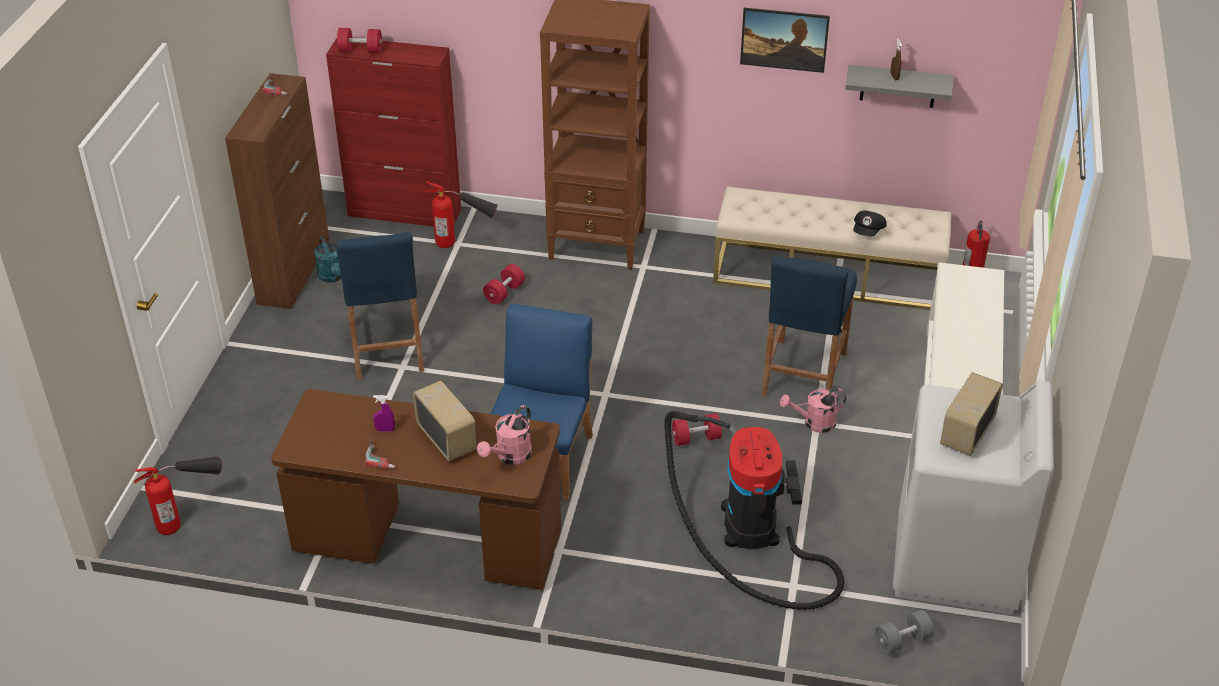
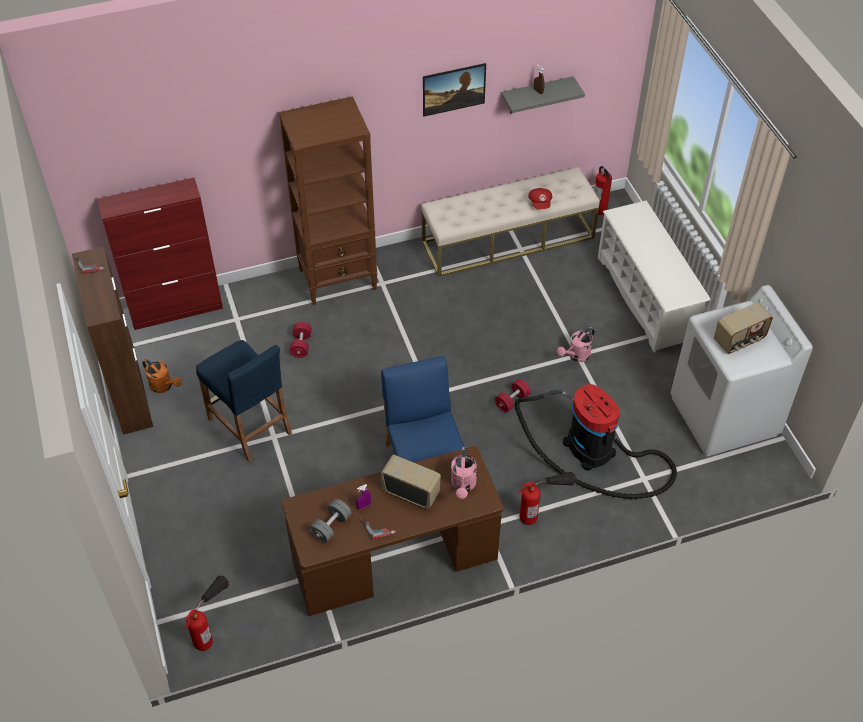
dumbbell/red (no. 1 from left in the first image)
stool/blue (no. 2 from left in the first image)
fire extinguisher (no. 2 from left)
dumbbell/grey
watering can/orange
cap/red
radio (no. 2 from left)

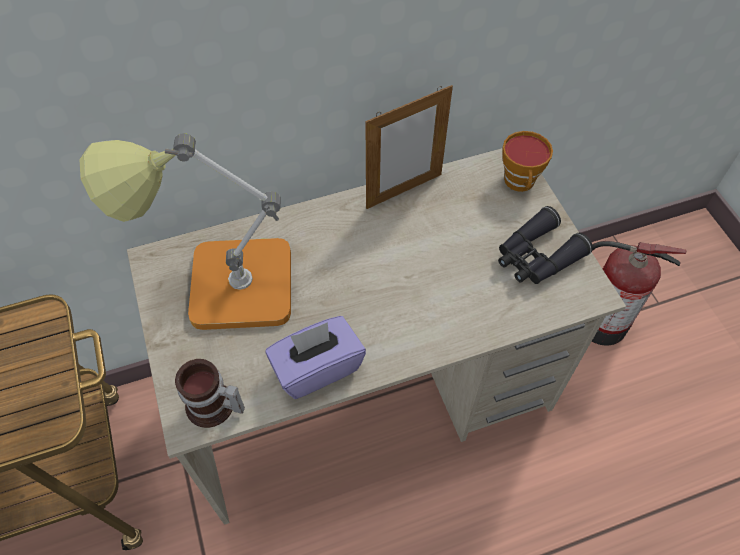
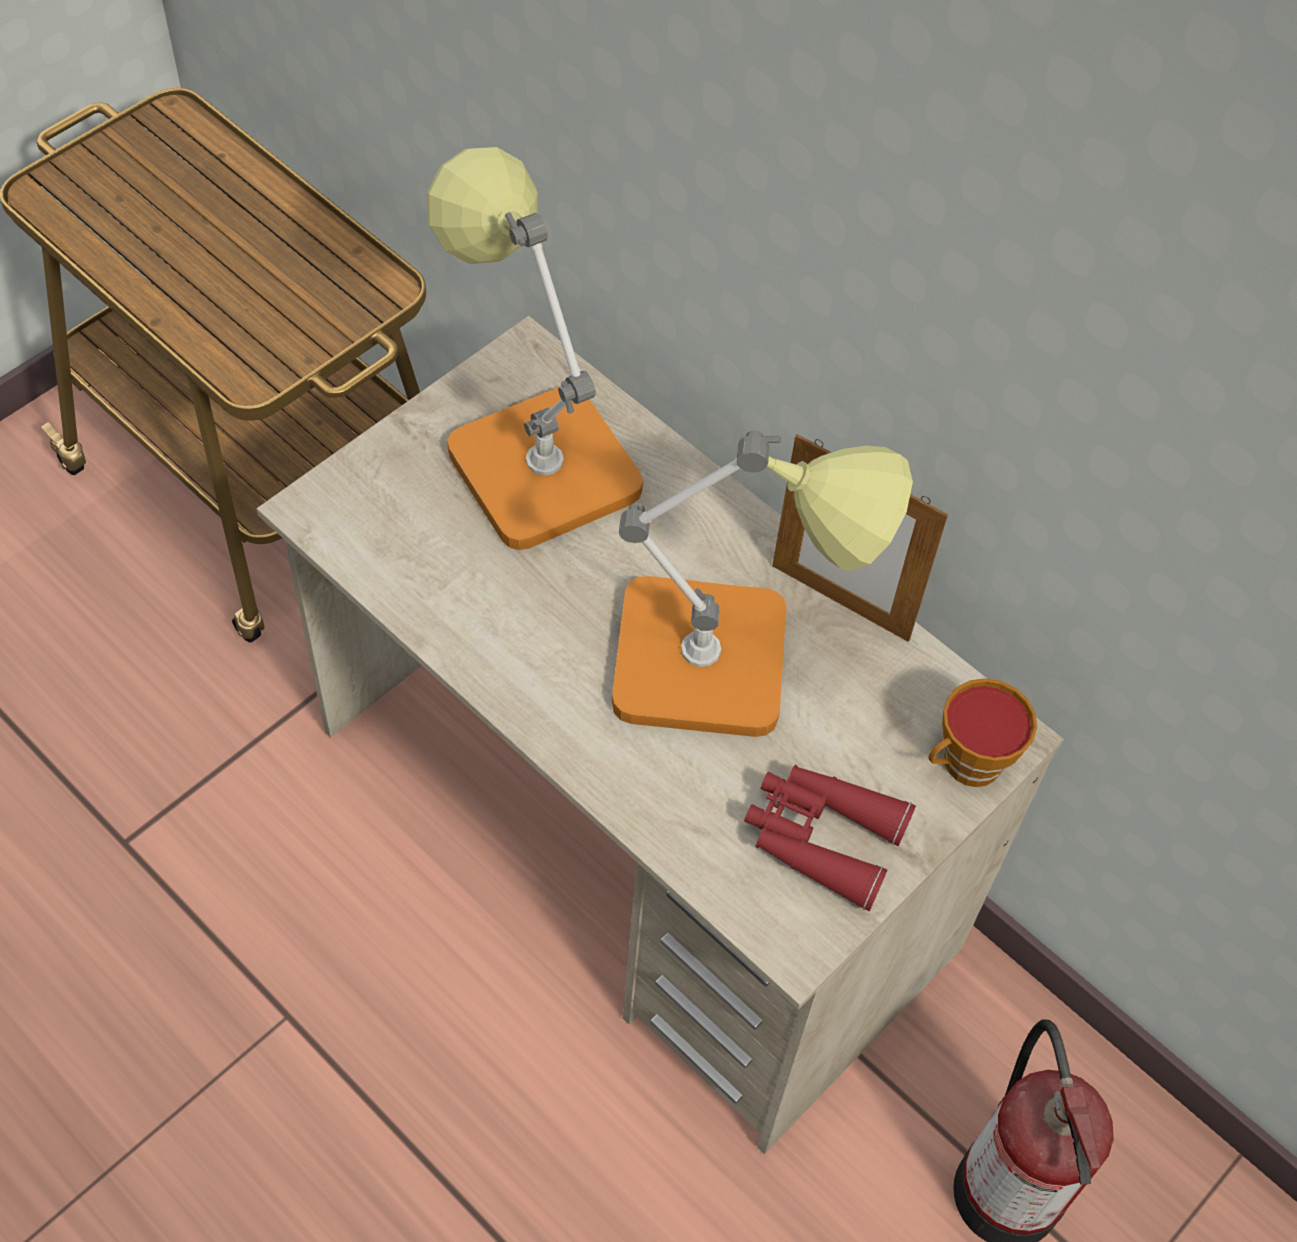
mug
tissue box/purple
table lamp (no. 2 from left)
binoculars/red

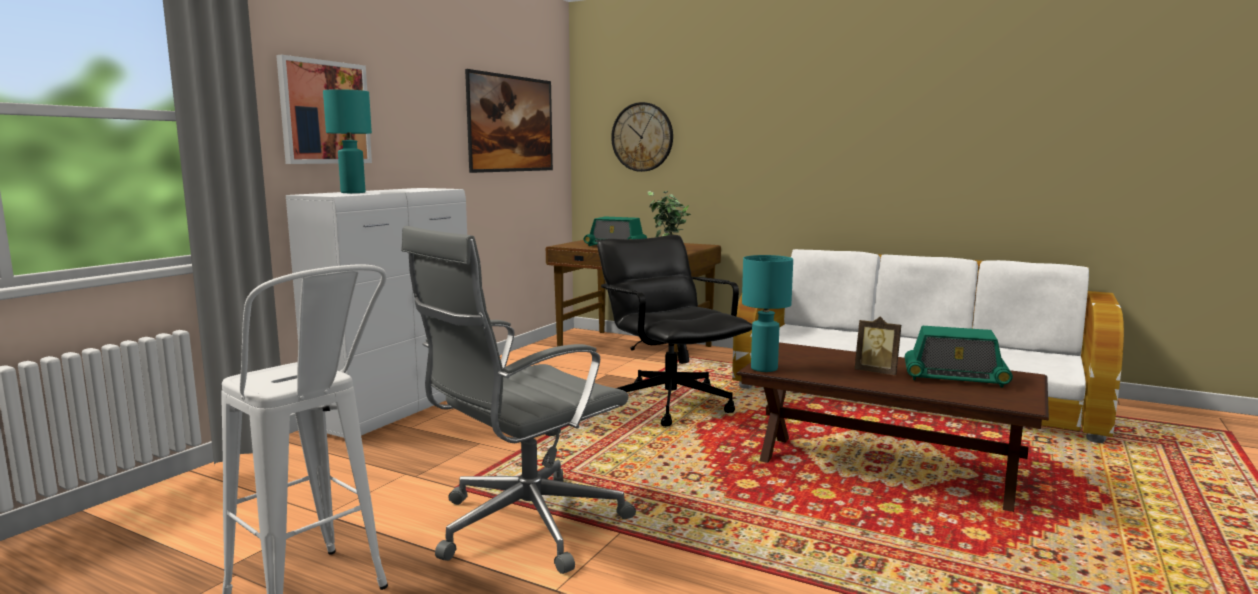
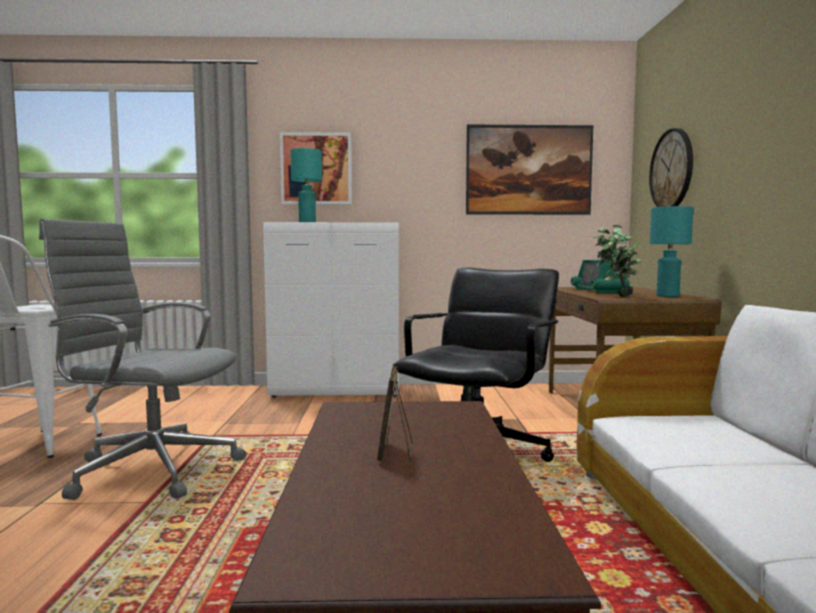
radio (no. 2 from left in the first image)
table lamp/turquoise (no. 2 from left)

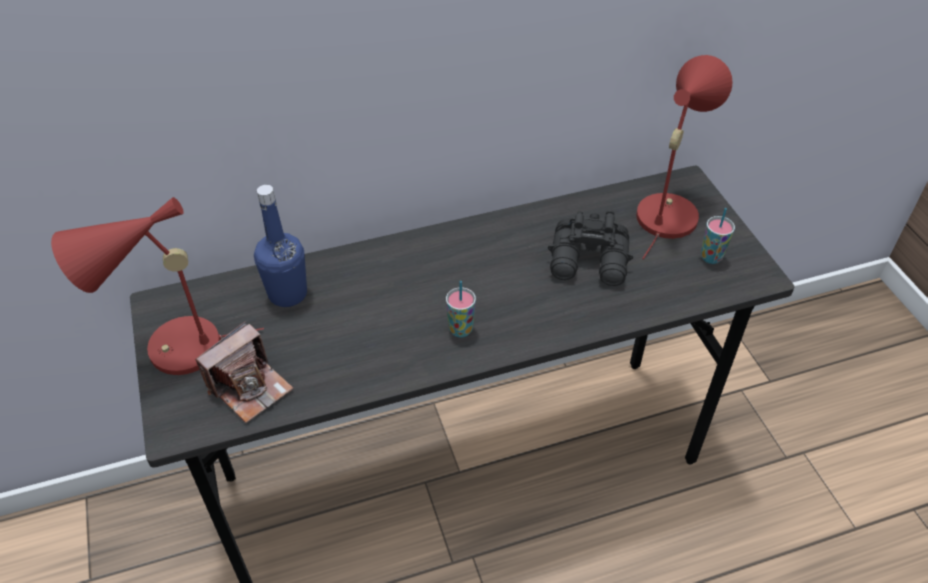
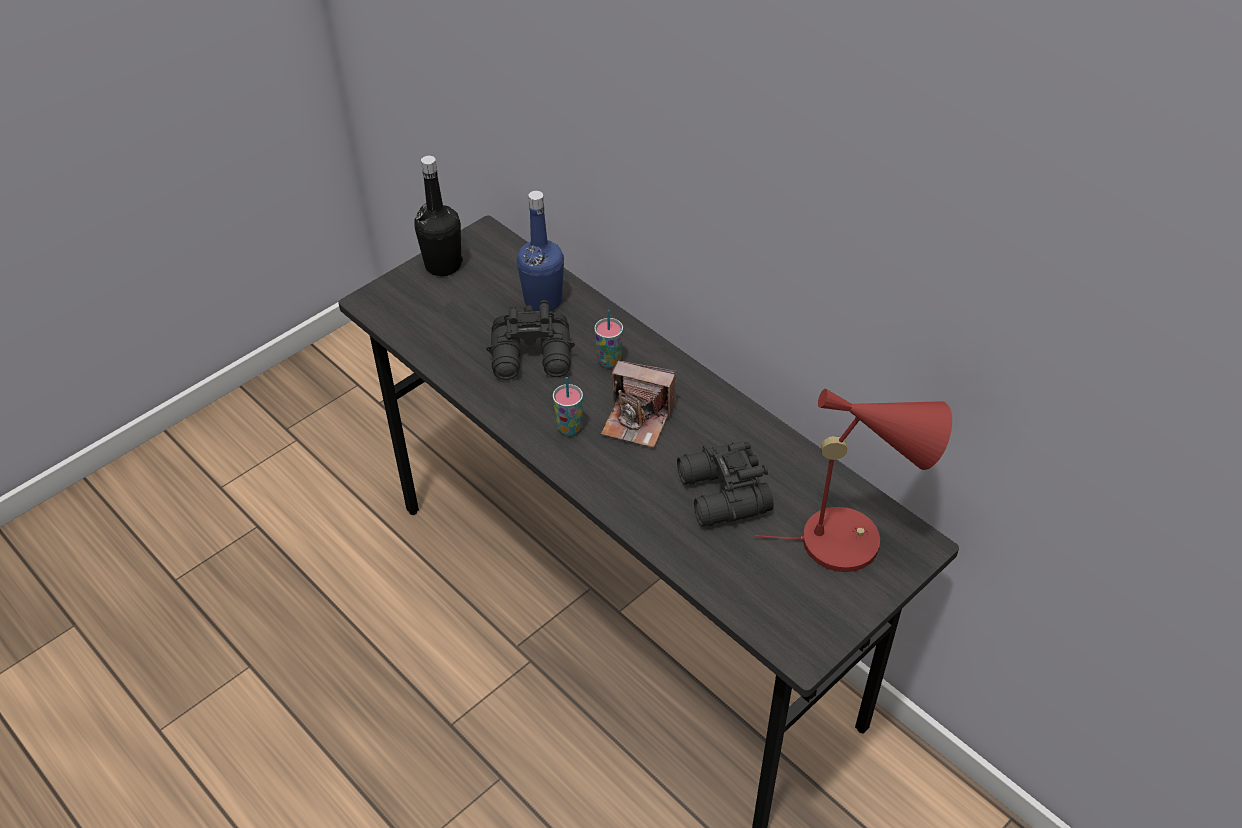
binoculars/black (no. 1 from left)
photo camera
cup (no. 2 from left)
bottle/black

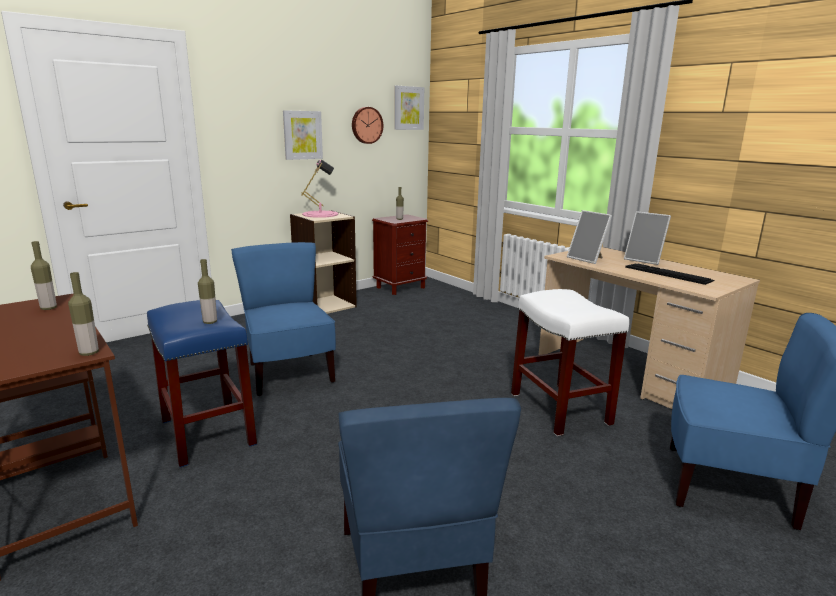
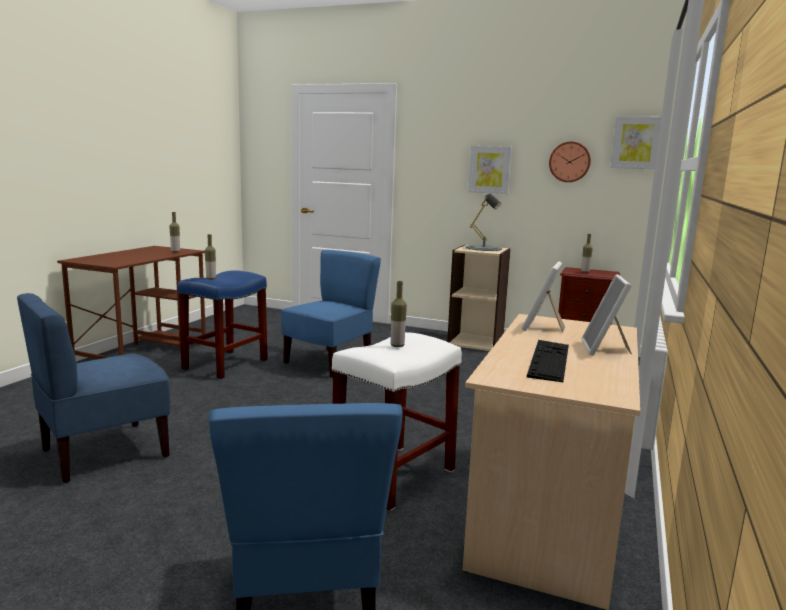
bottle (no. 3 from left)
table lamp/grey

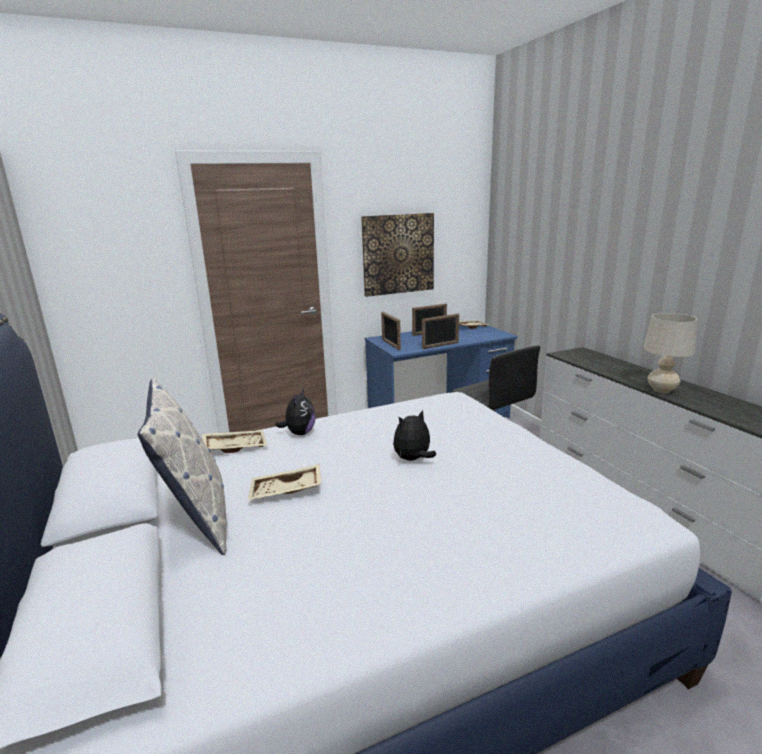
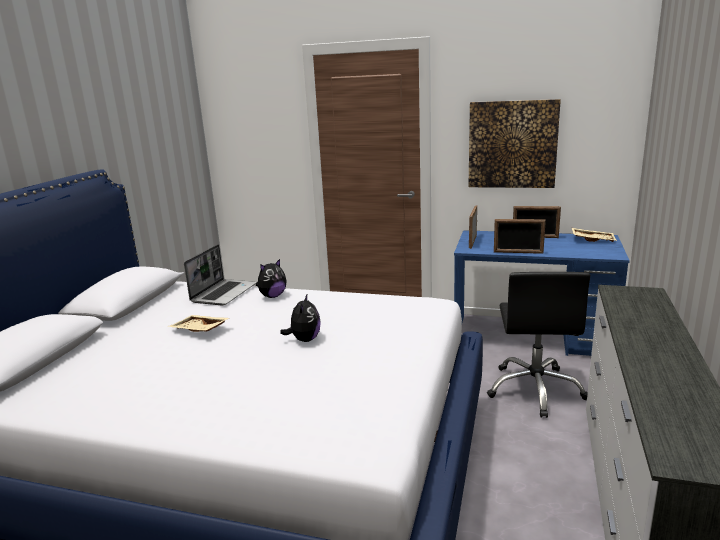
pillow
table lamp/beige
laptop
plush toy (no. 2 from left)

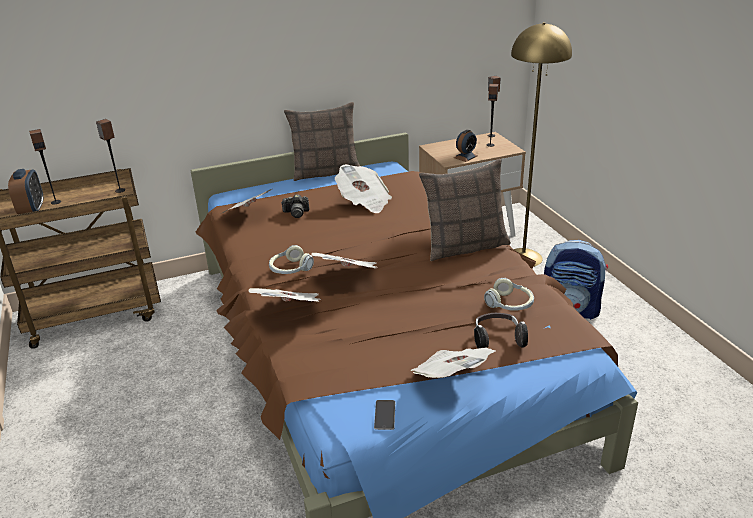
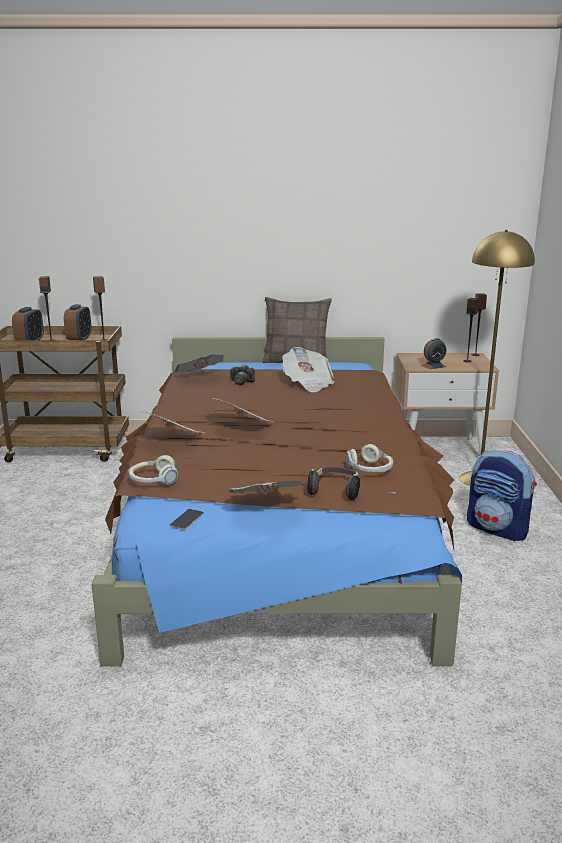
pillow (no. 2 from left in the first image)
alarm clock (no. 2 from left)
headphones (no. 1 from left)

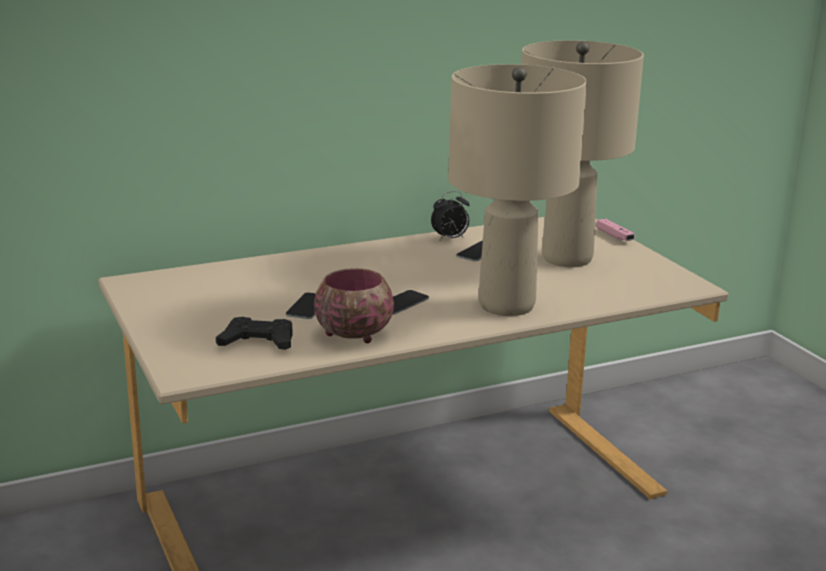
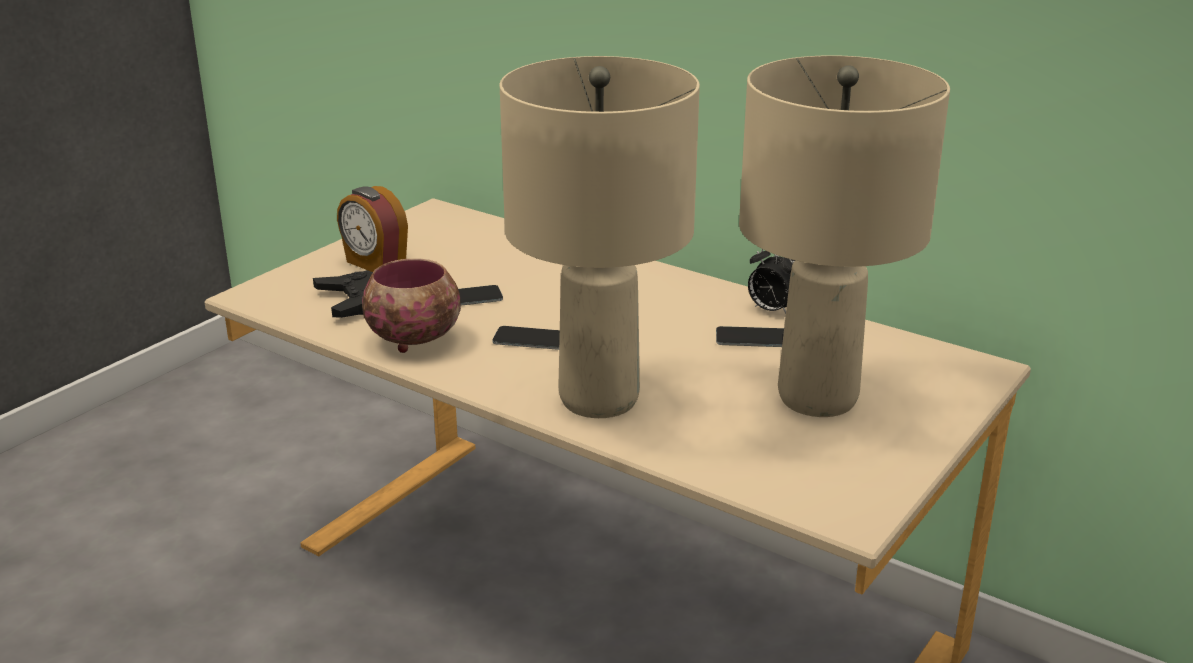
game controller/pink
alarm clock (no. 1 from left)

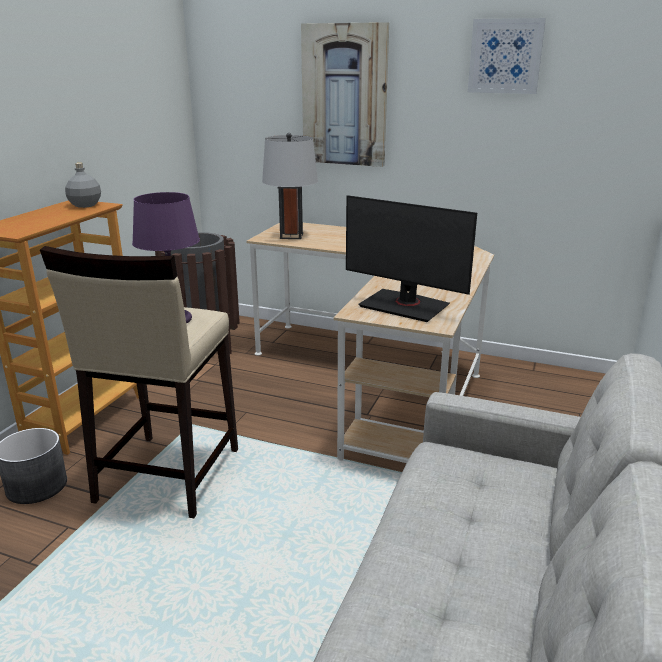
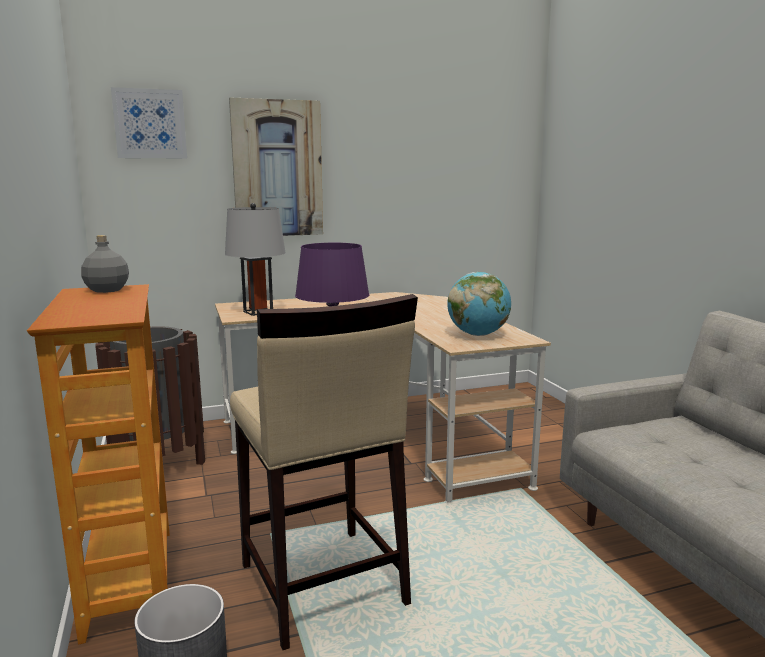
picture (no. 1 from left)
globe

